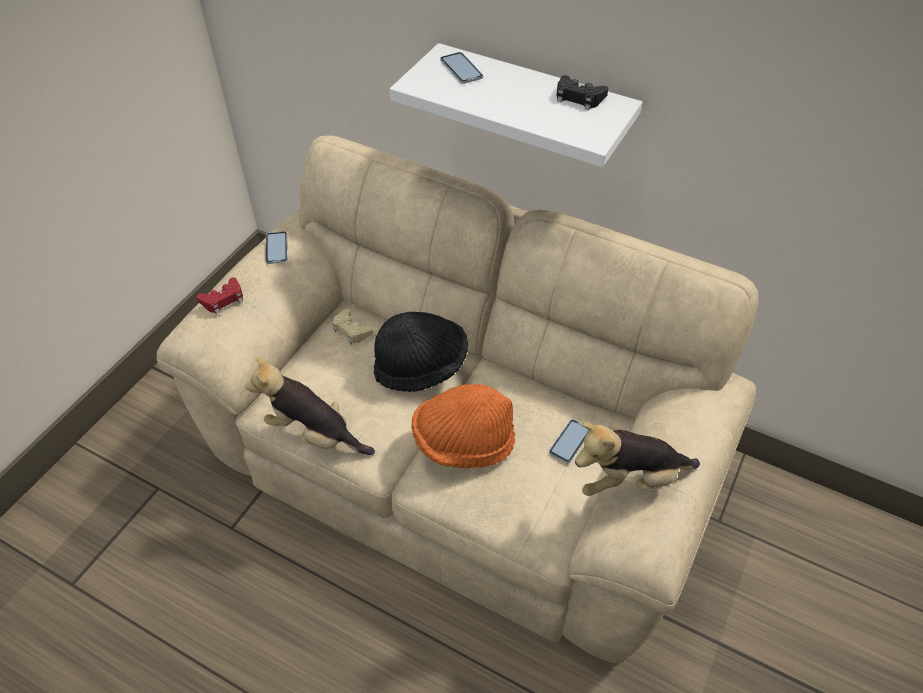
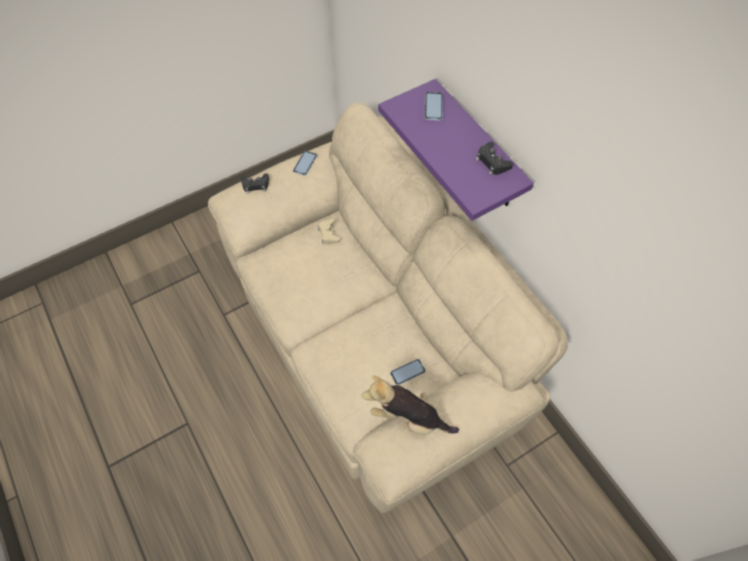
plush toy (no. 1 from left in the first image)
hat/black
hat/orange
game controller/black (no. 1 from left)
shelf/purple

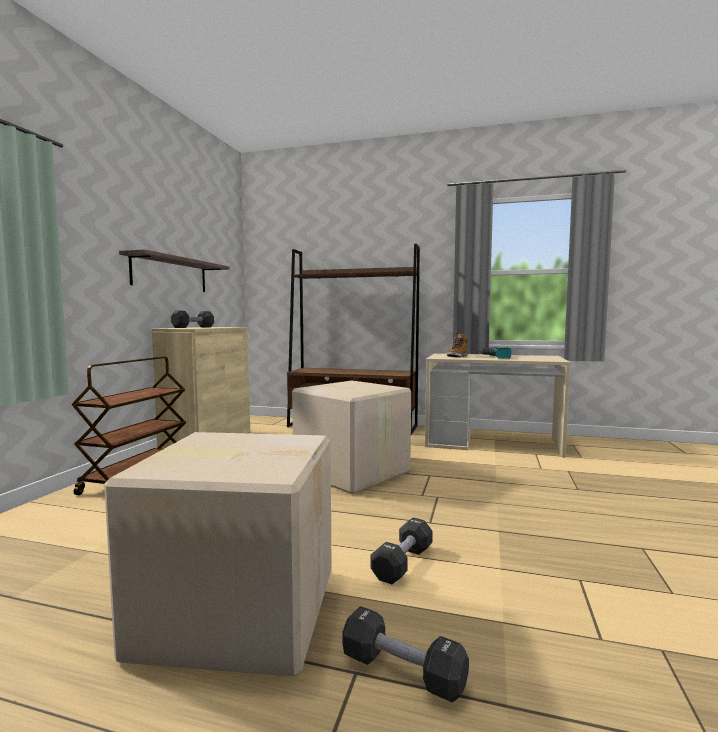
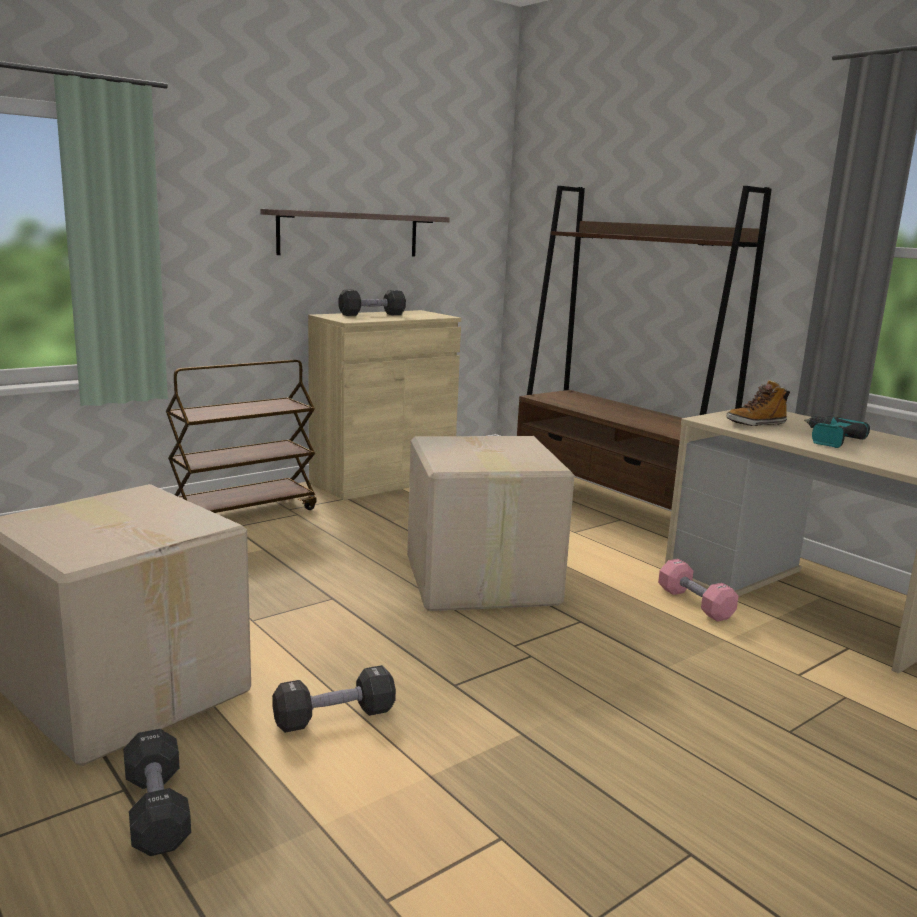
dumbbell/pink

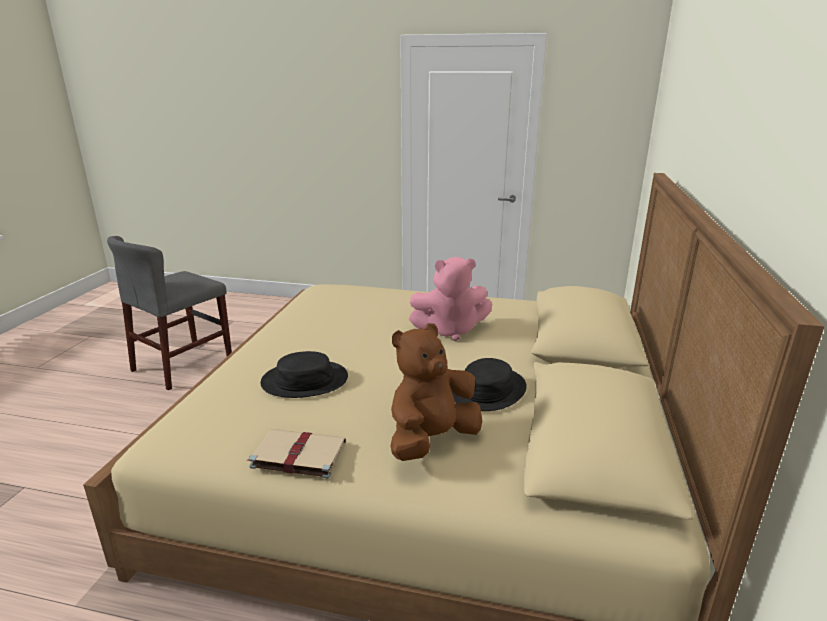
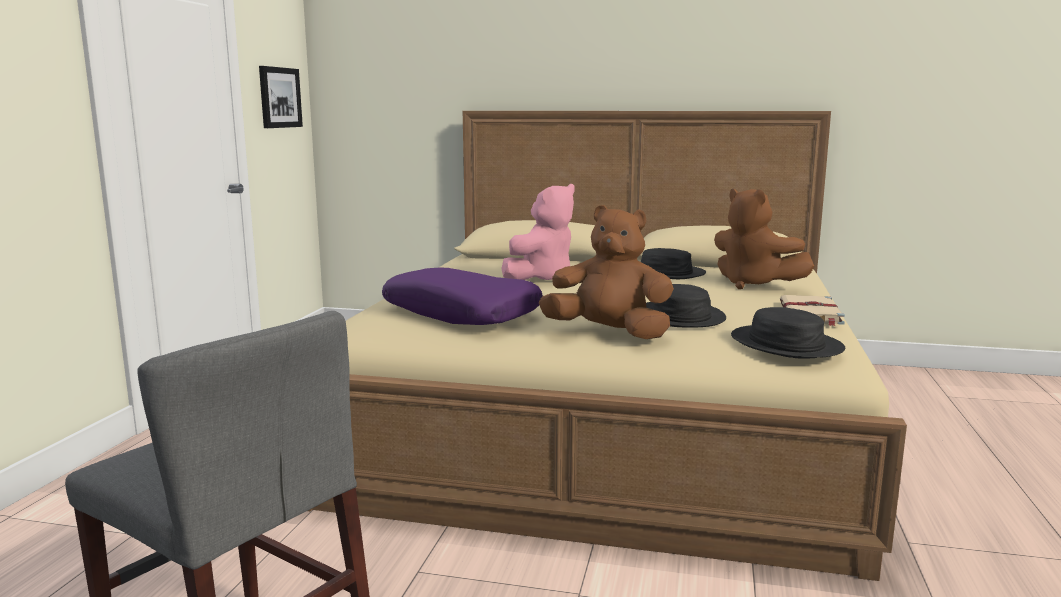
picture
pillow/purple
plush toy/brown (no. 1 from left)
hat/black (no. 3 from left)
plush toy/pink

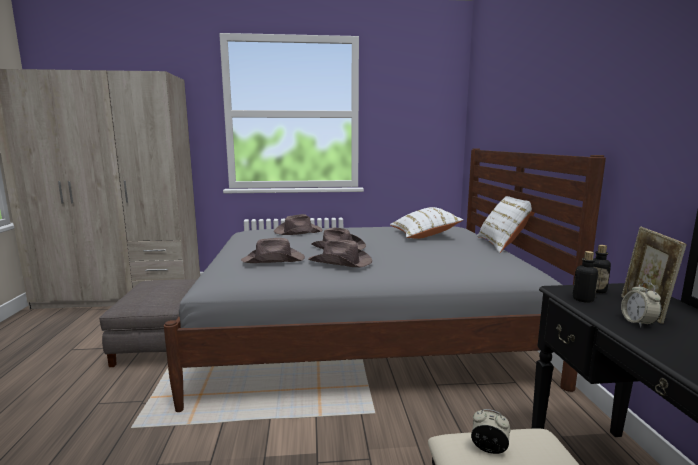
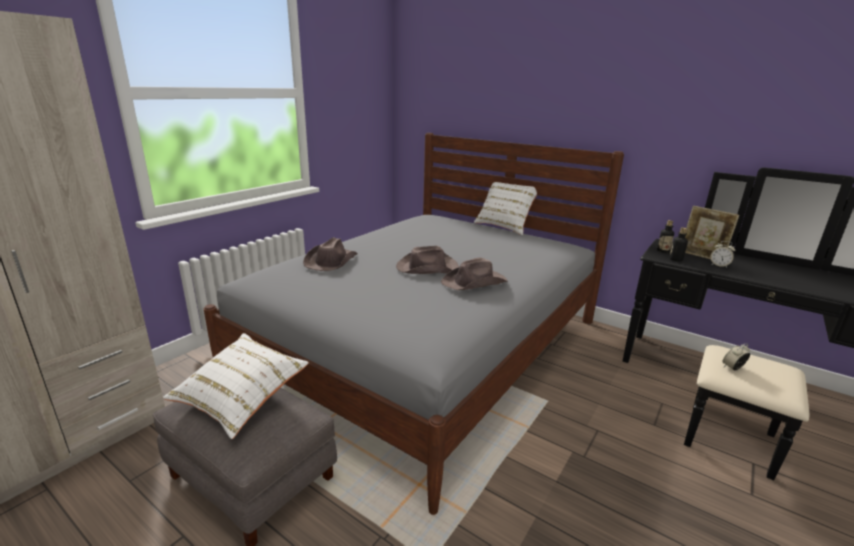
hat/brown (no. 1 from left in the first image)
pillow/white (no. 1 from left)

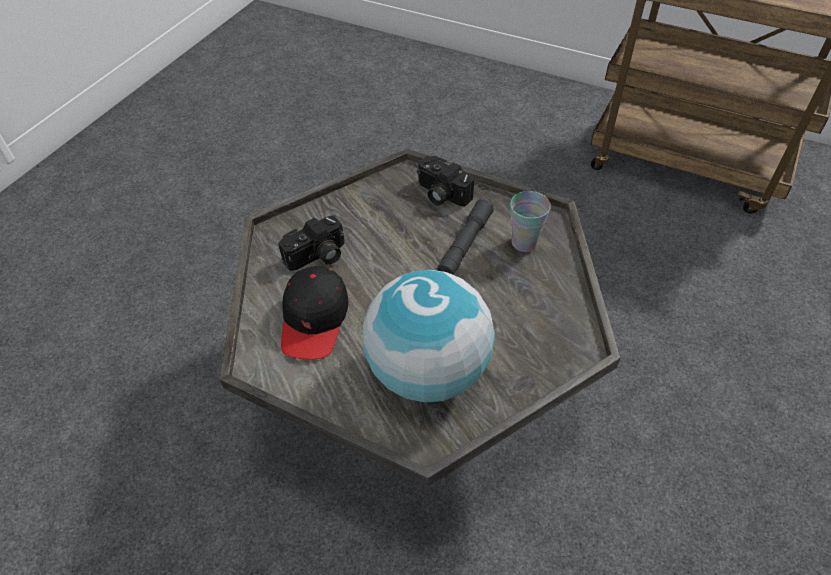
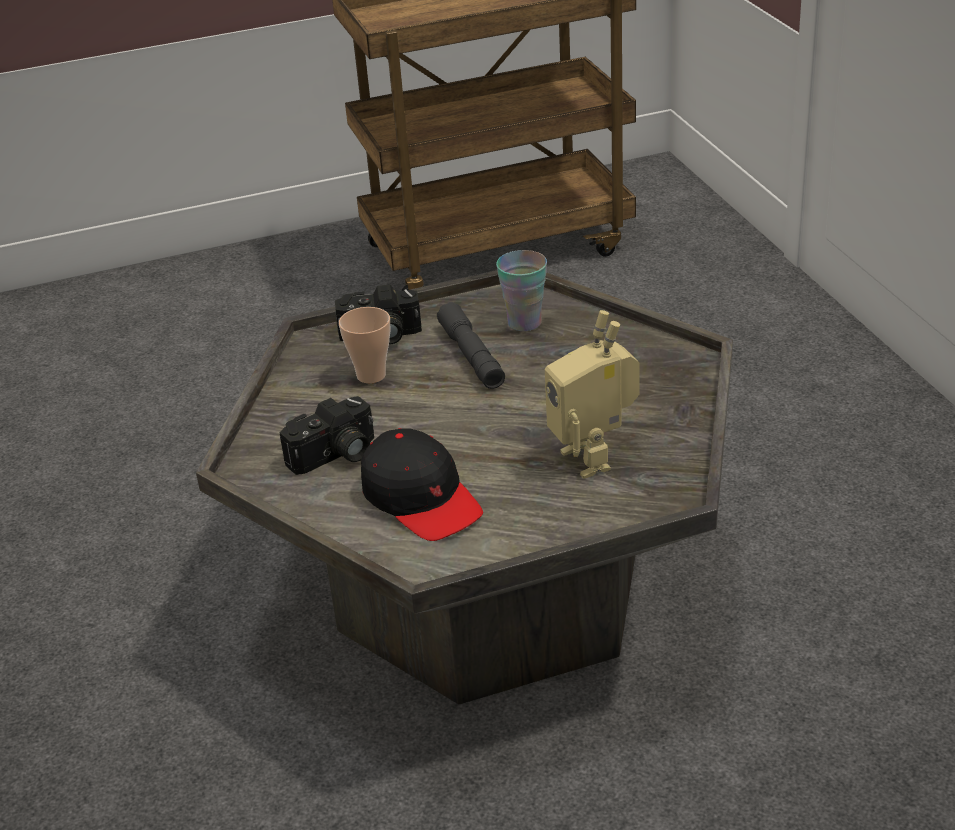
cup (no. 1 from left)
toy robot
photo camera (no. 1 from left)

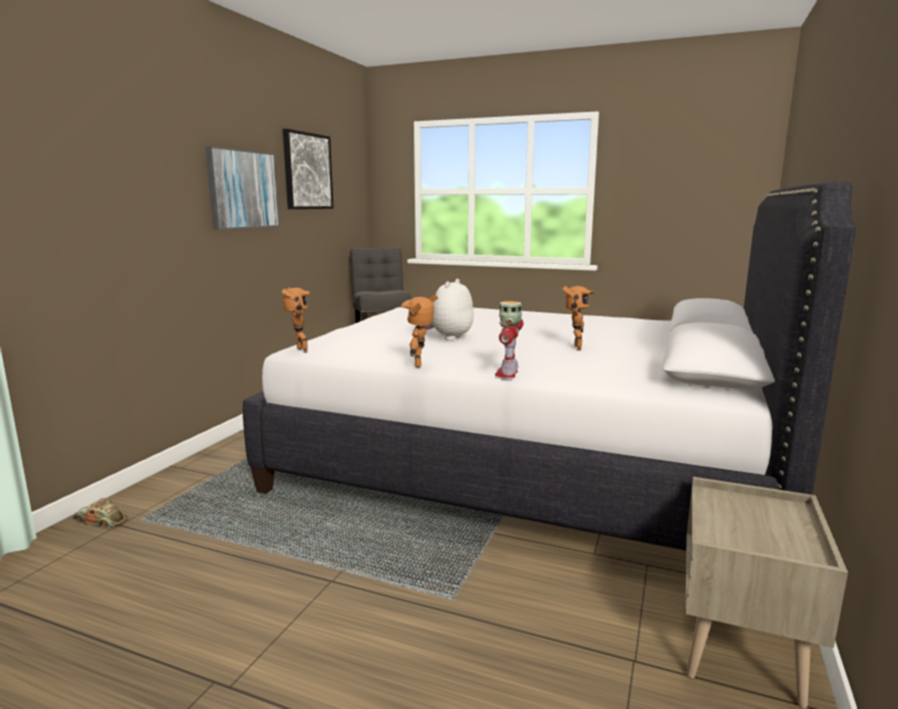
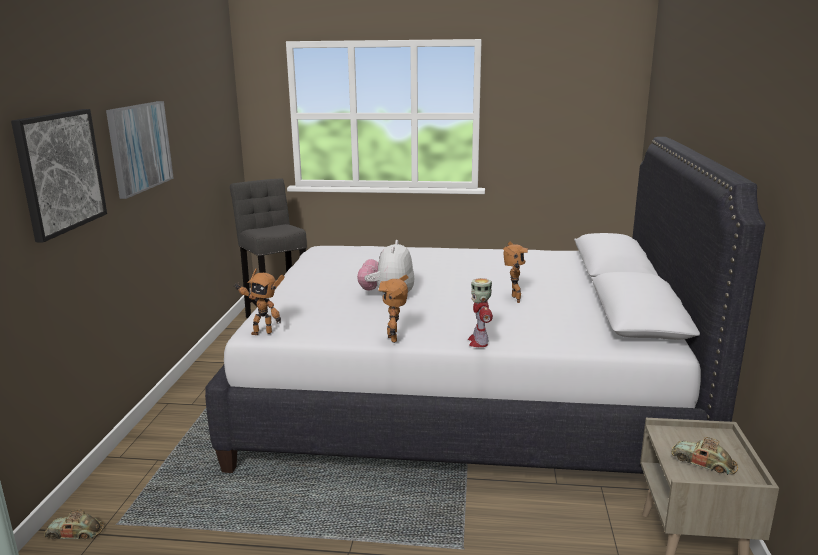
toy car (no. 2 from left)
picture (no. 1 from left)
toy robot (no. 1 from left)

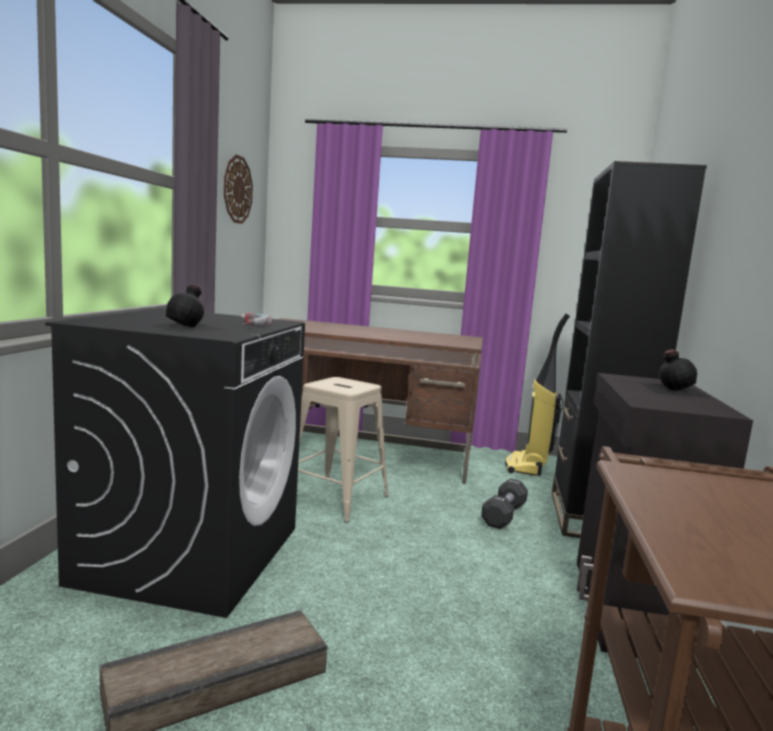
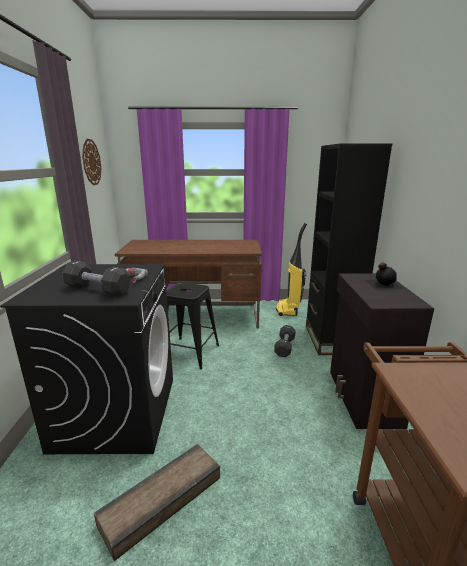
dumbbell/black (no. 1 from left)
stool/black

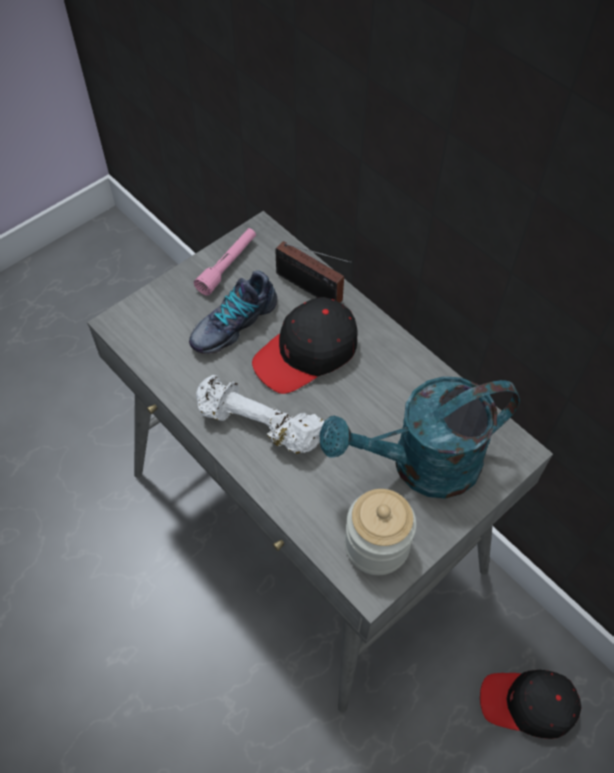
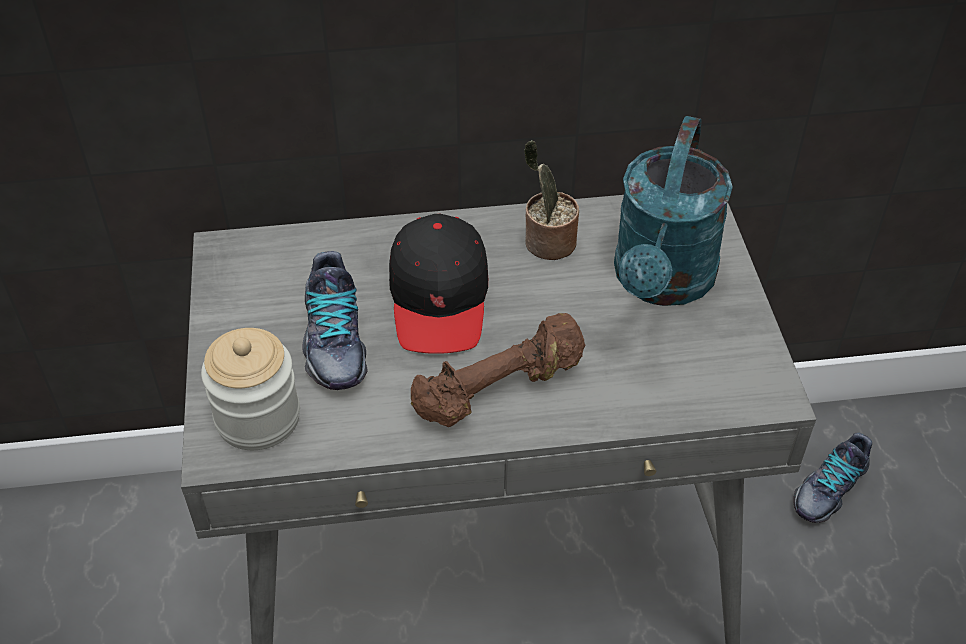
flashlight/pink
radio
potted plant
jar
shoe (no. 2 from left)
dumbbell/brown

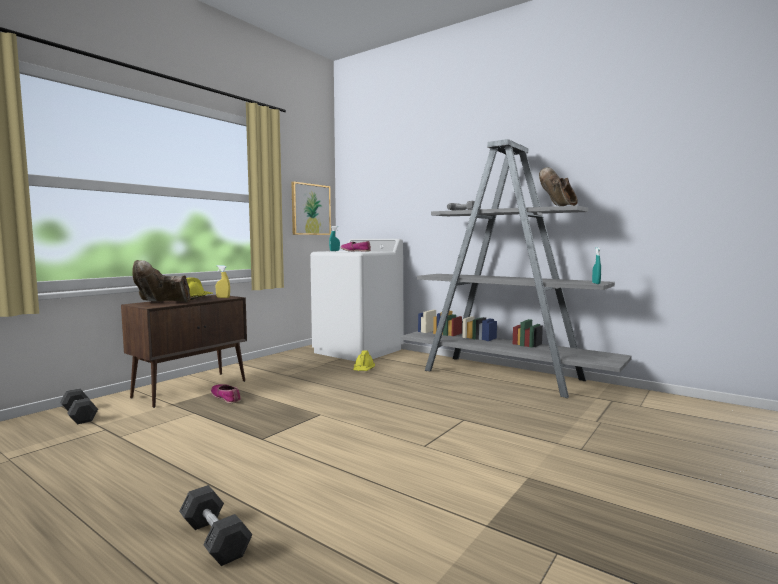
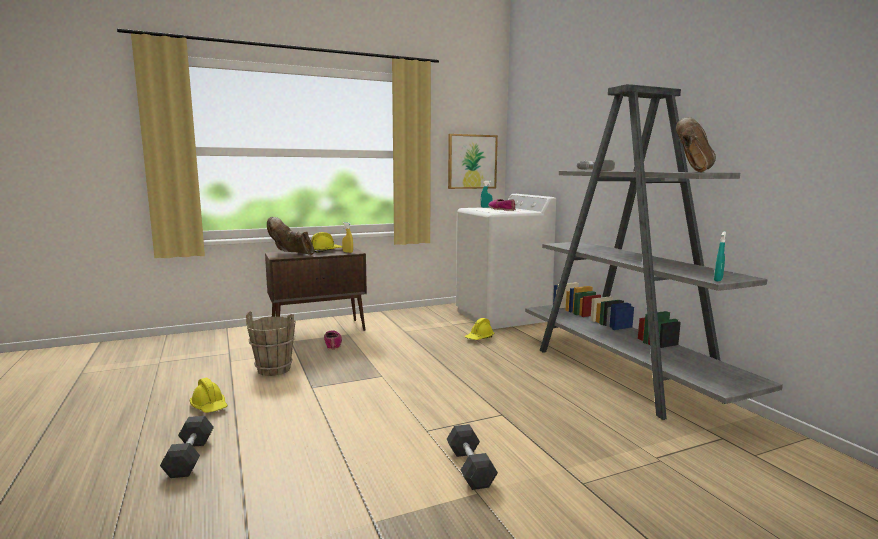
hard hat/yellow (no. 1 from left)
bucket/brown
dumbbell/grey (no. 2 from left)

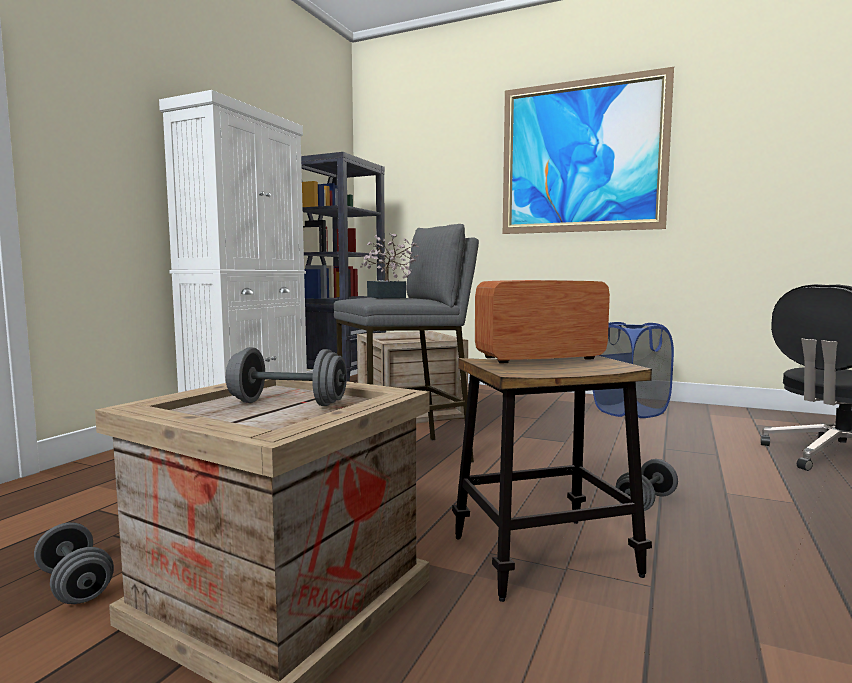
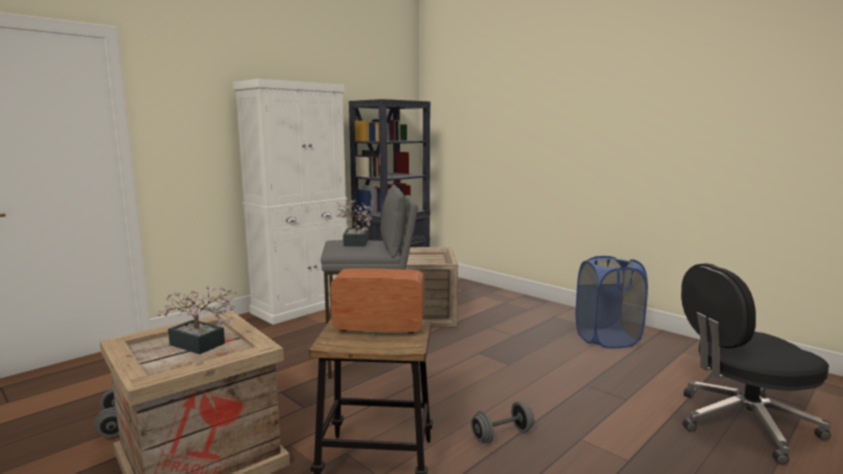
picture
potted plant (no. 1 from left)

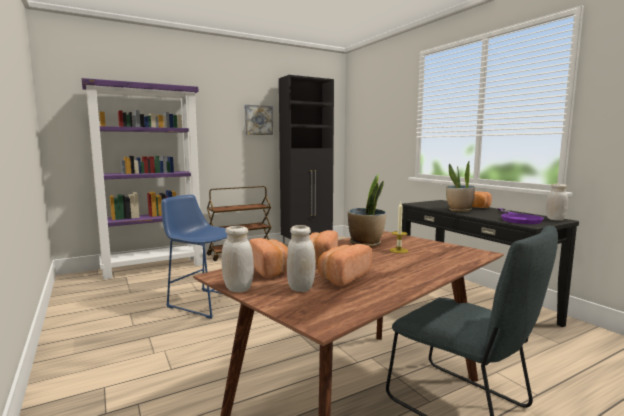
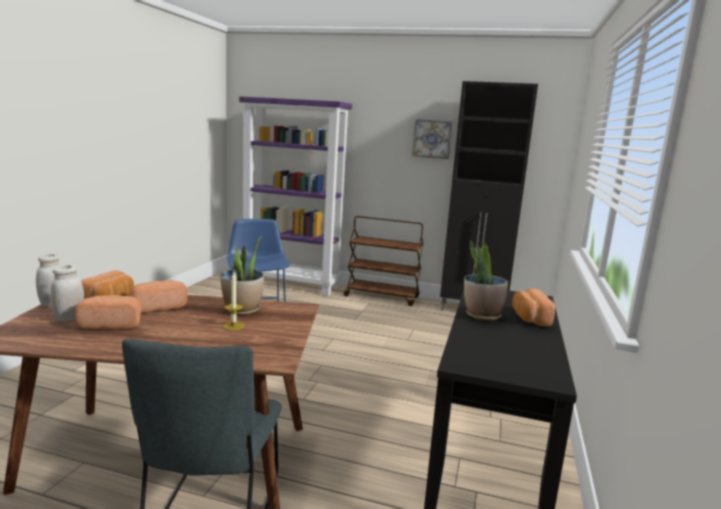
frying pan/purple
jar/white (no. 3 from left in the first image)

